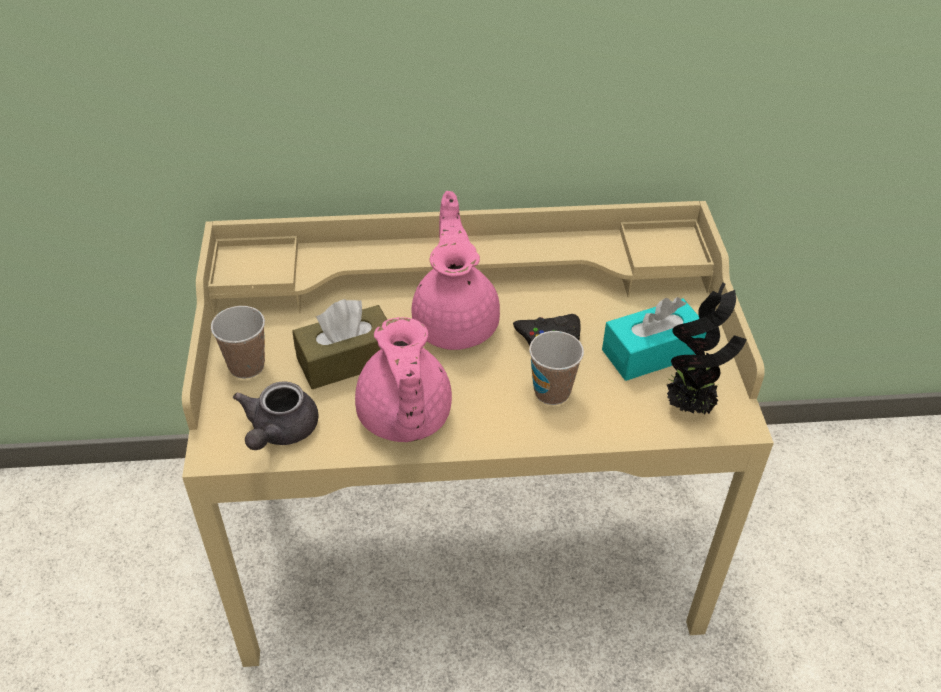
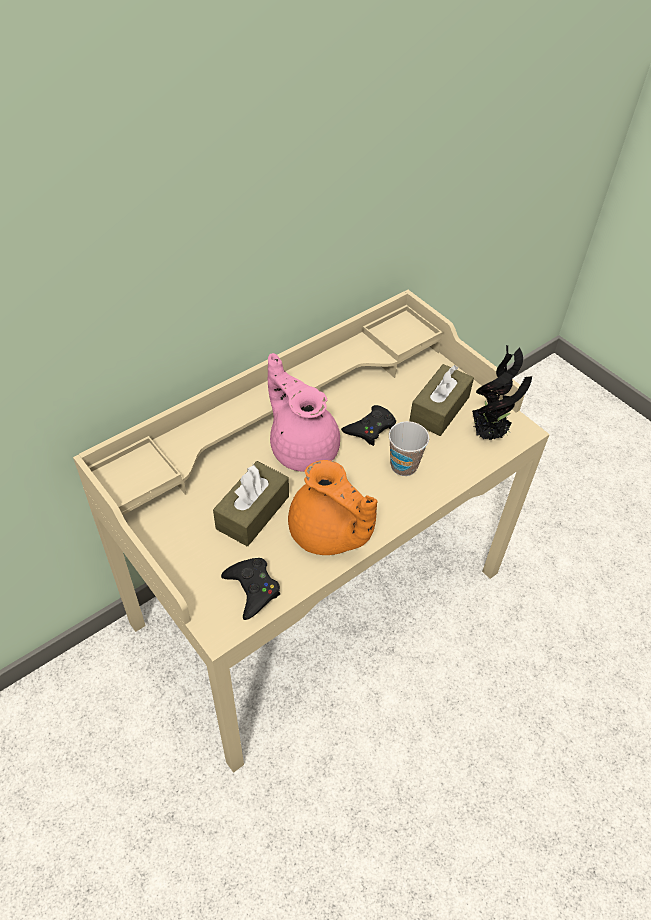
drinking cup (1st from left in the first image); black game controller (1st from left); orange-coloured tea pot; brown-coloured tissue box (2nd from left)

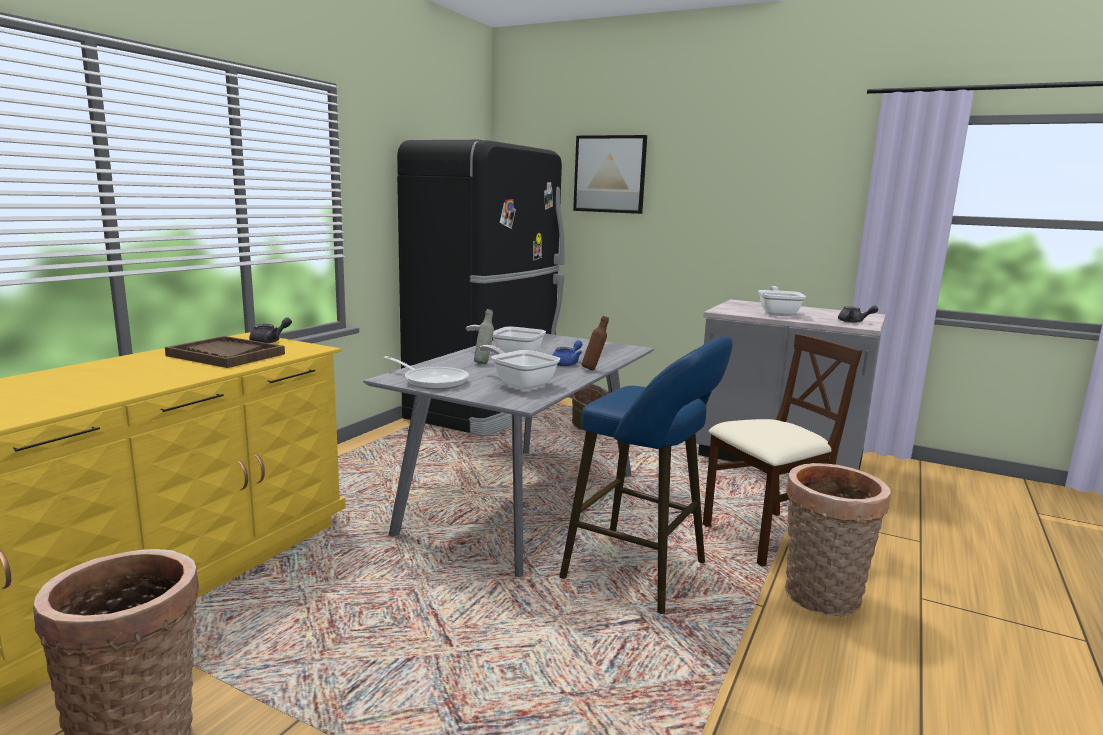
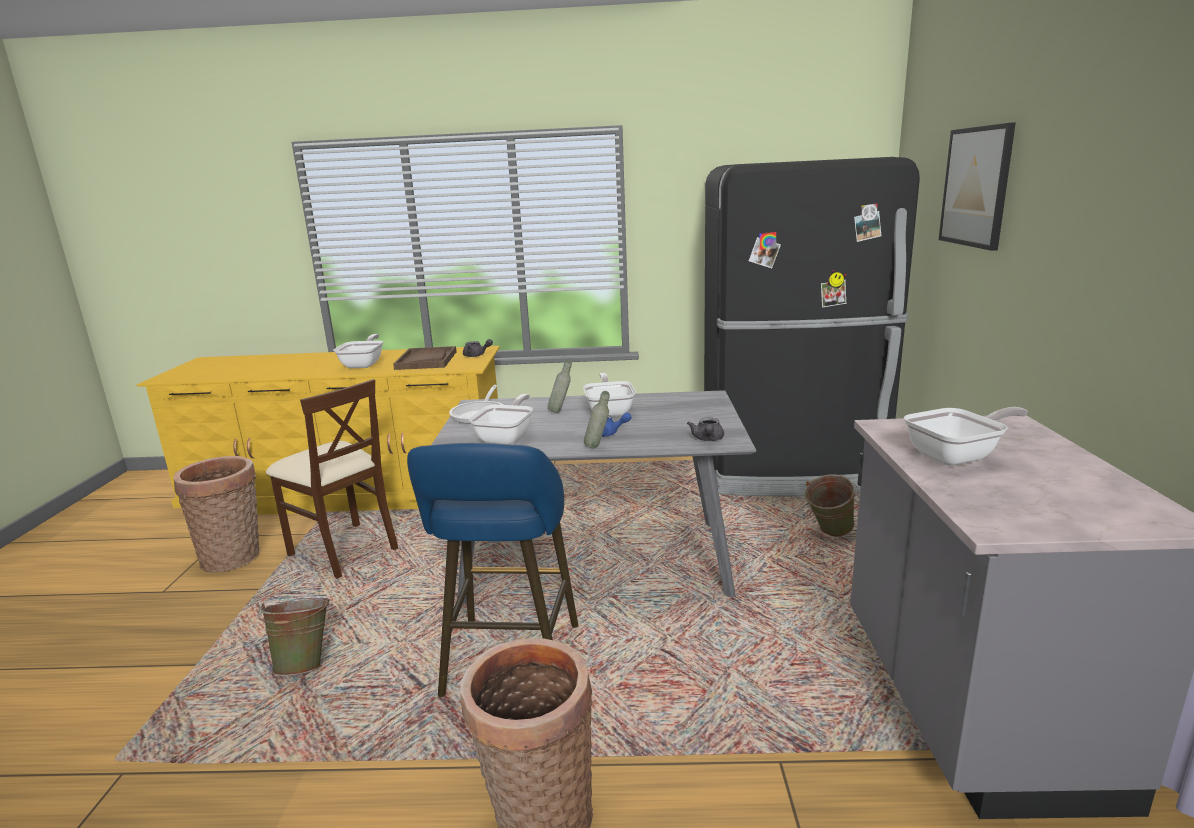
green-coloured bucket (1st from left); pan (1st from left); sand-coloured plain chair; greyish tea pot (2nd from left); greyish drink bottle (2nd from left)

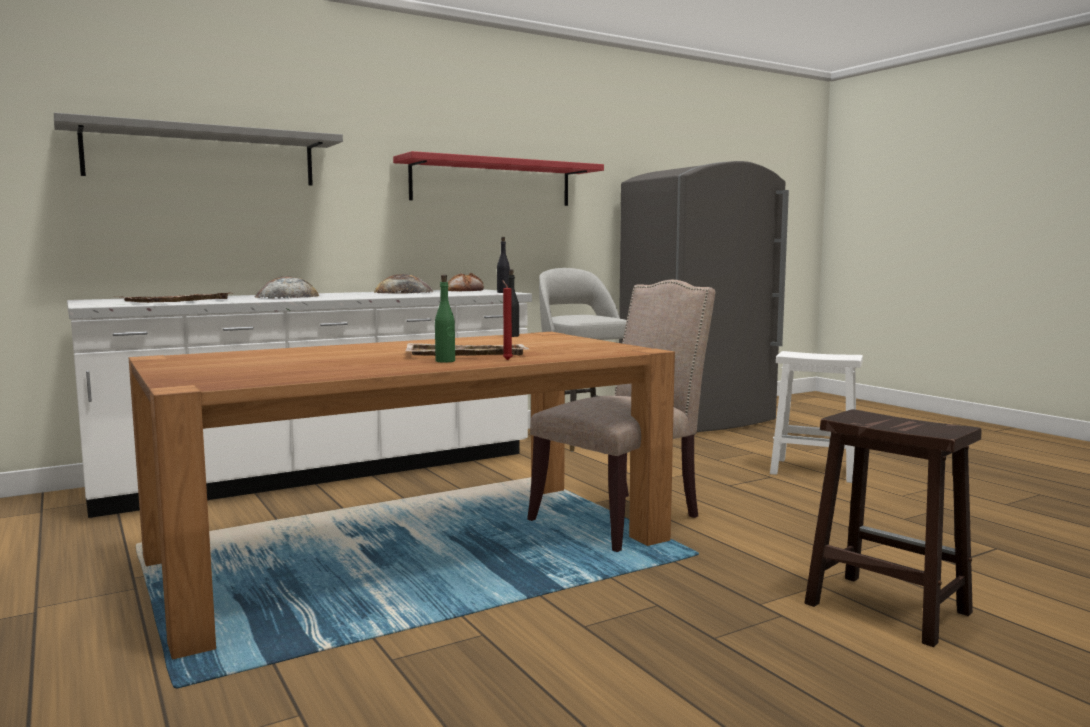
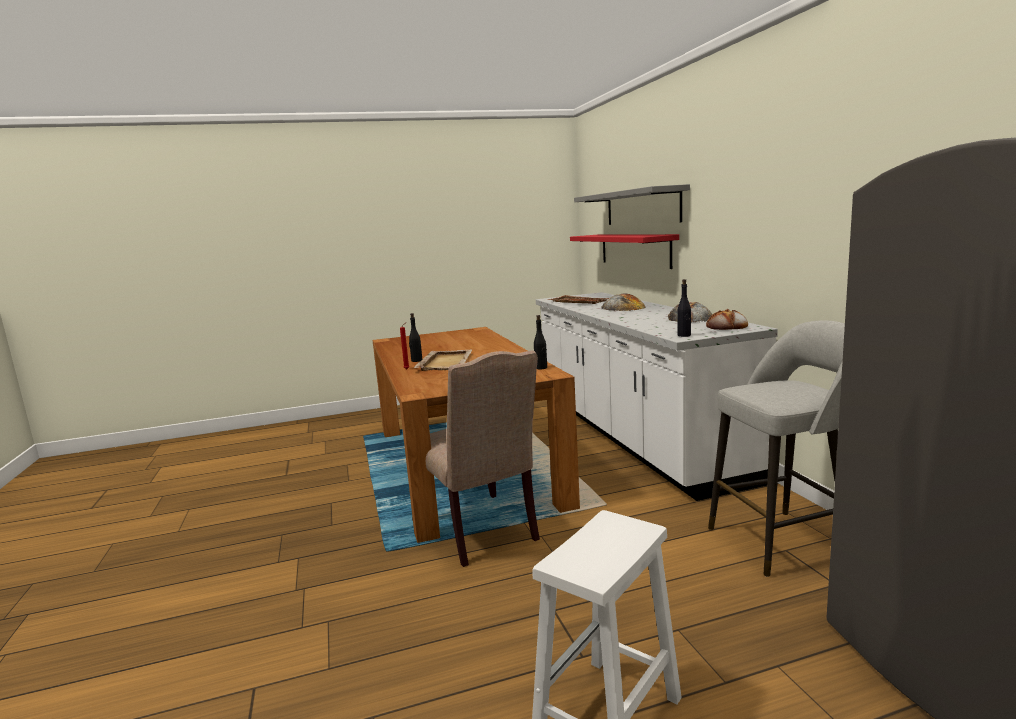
brown-coloured stool seat; red shelf; black drink bottle (1st from left)

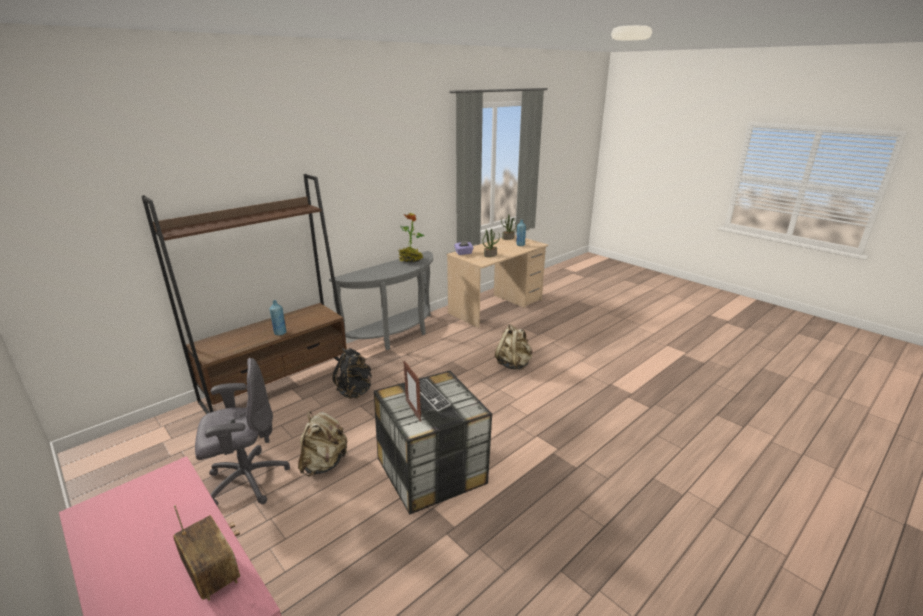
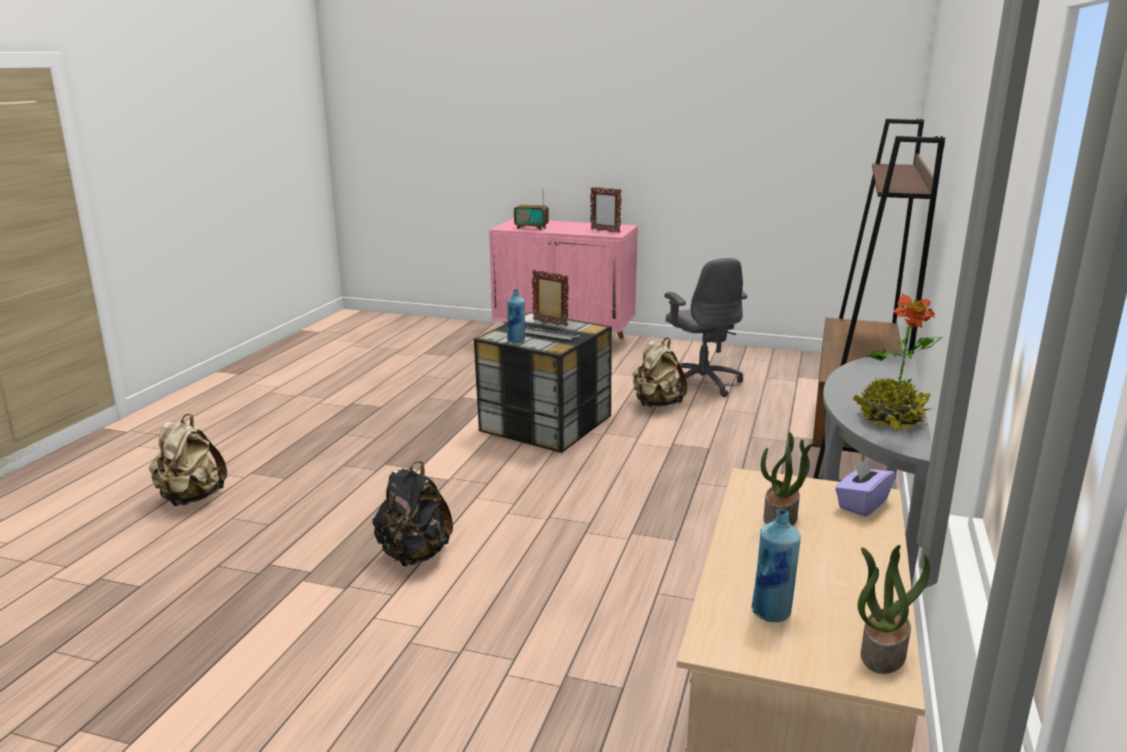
picture frame (2nd from left); bluish drink bottle (1st from left); black backpack; sand-coloured backpack (1st from left); greyish desk chair

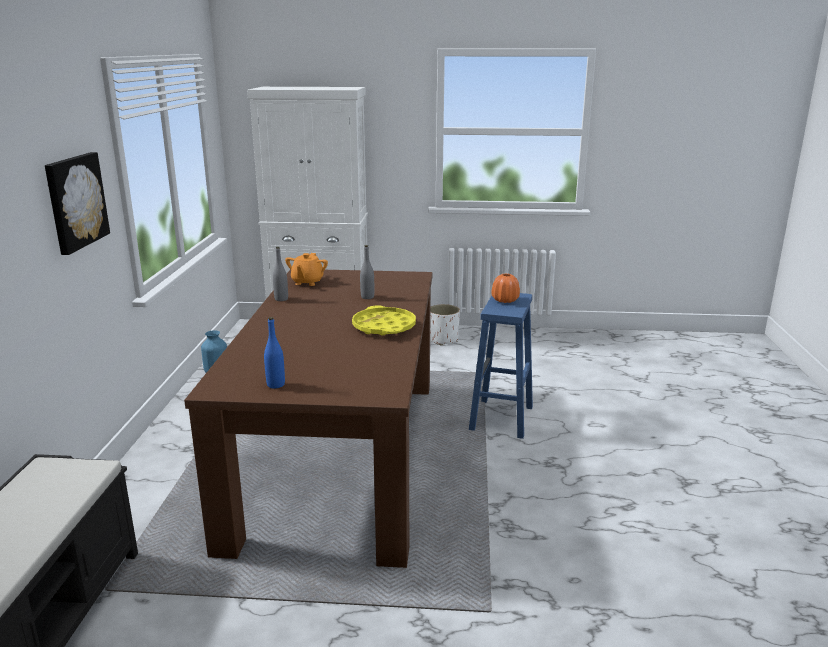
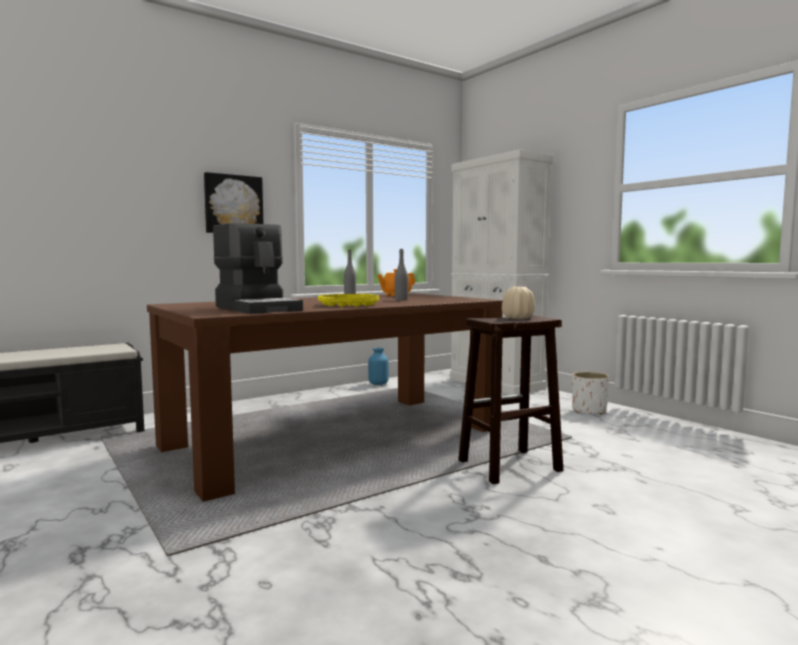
bluish drink bottle; coffee maker; brown-coloured stool seat; sand-coloured flower vase

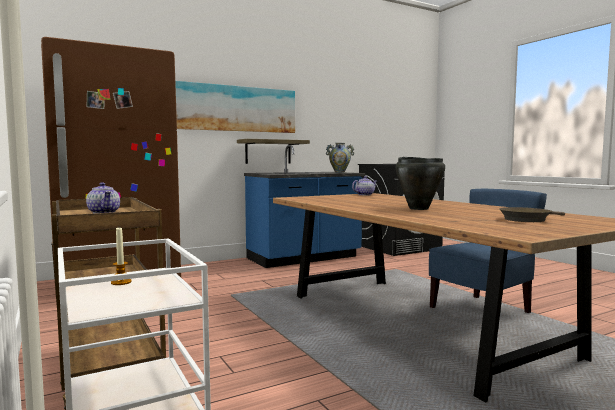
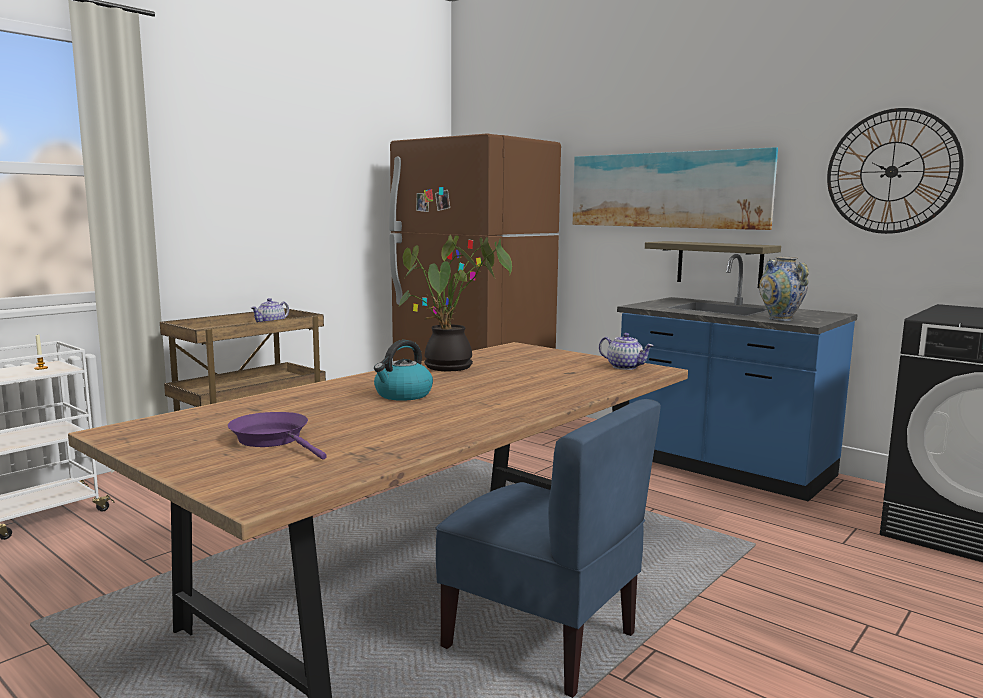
houseplant; wall clock; kettle; purple-coloured pan

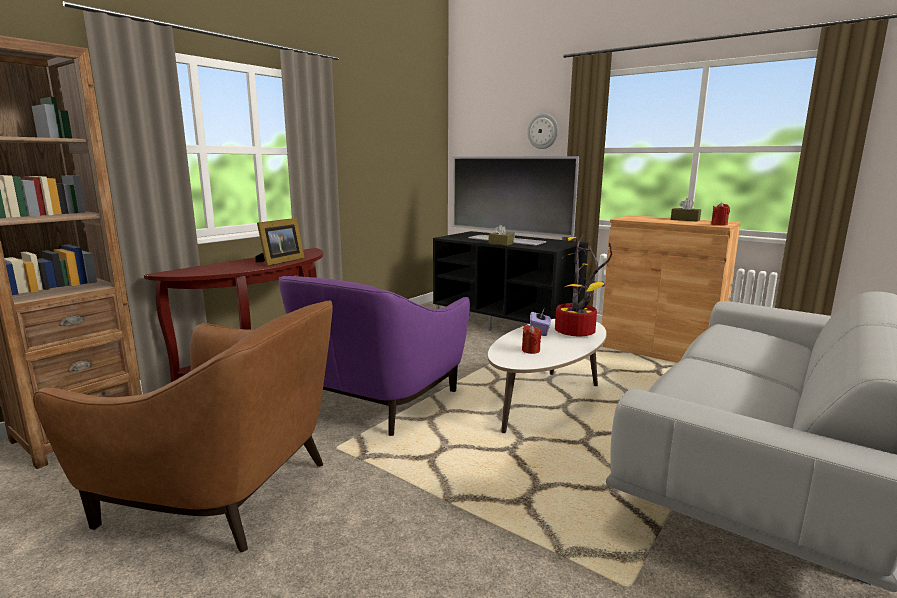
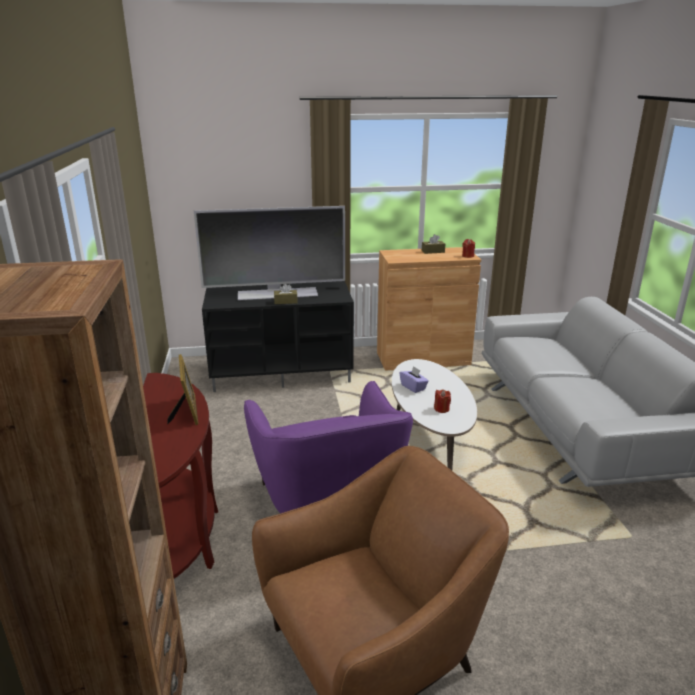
wall clock; houseplant

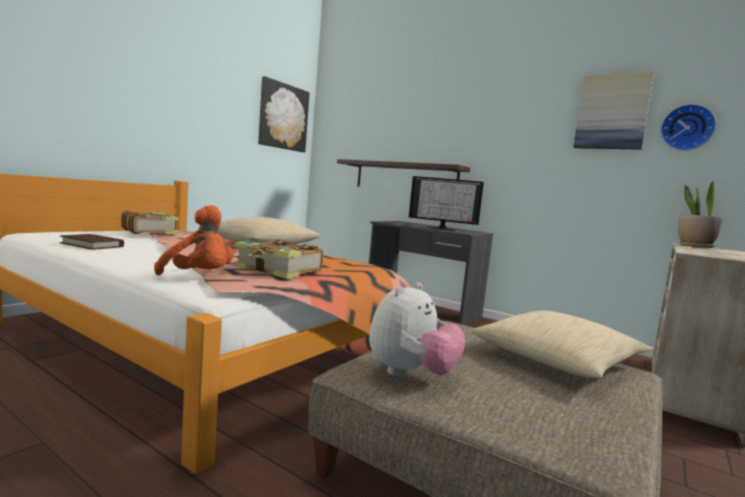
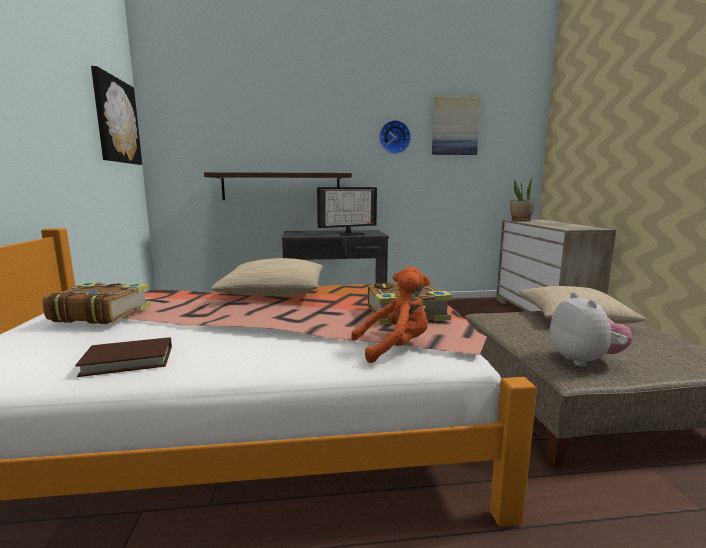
wall clock

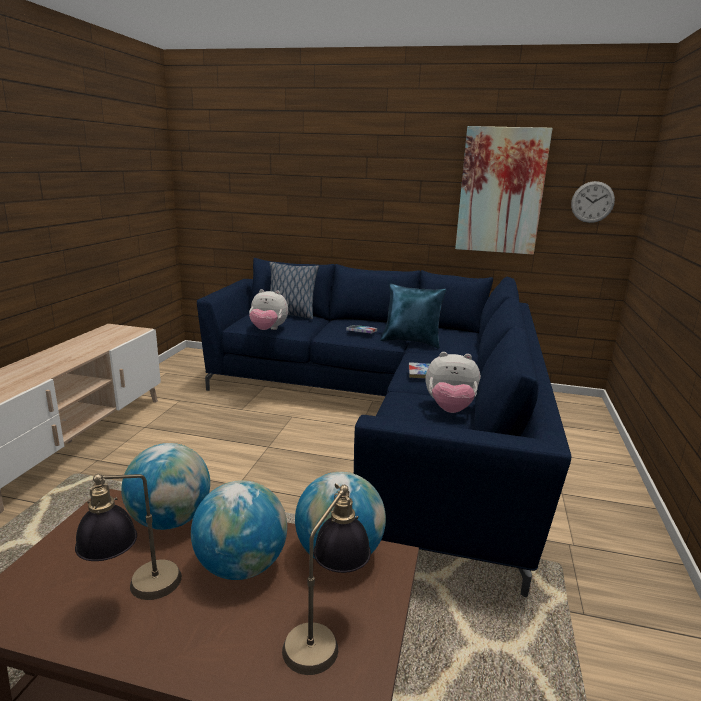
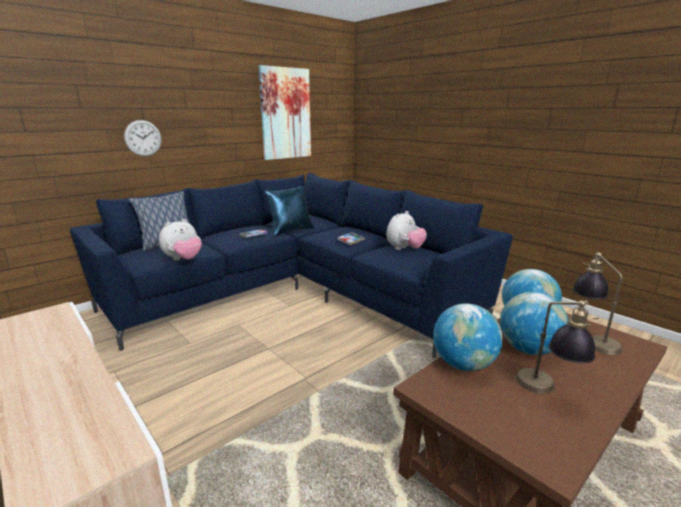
wall clock

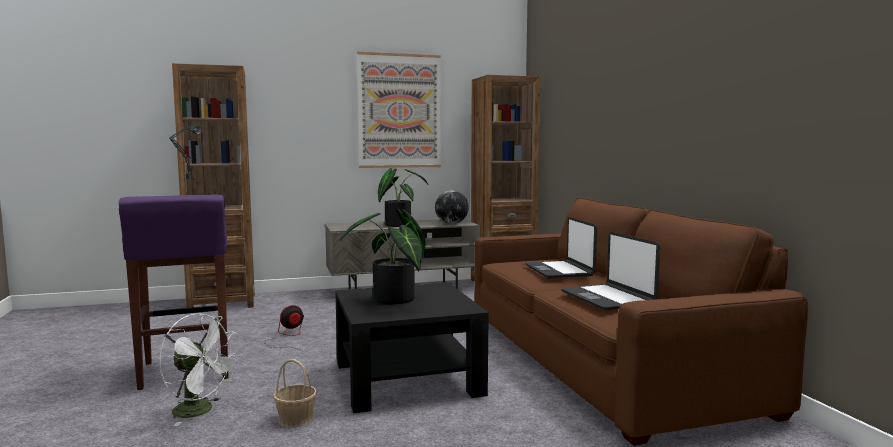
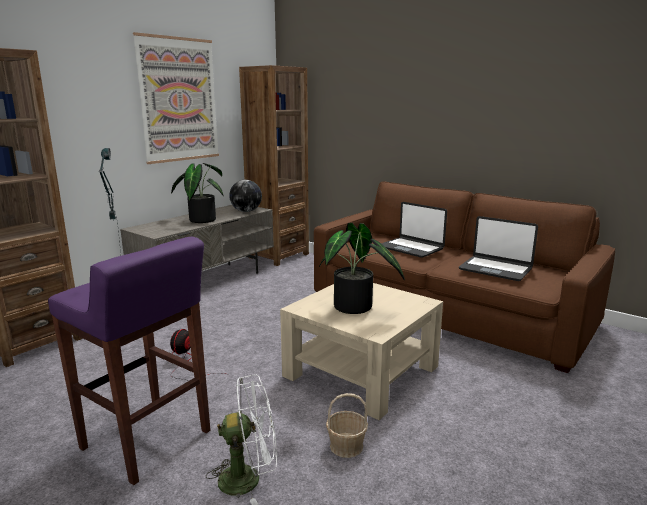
sand-coloured lounge table

